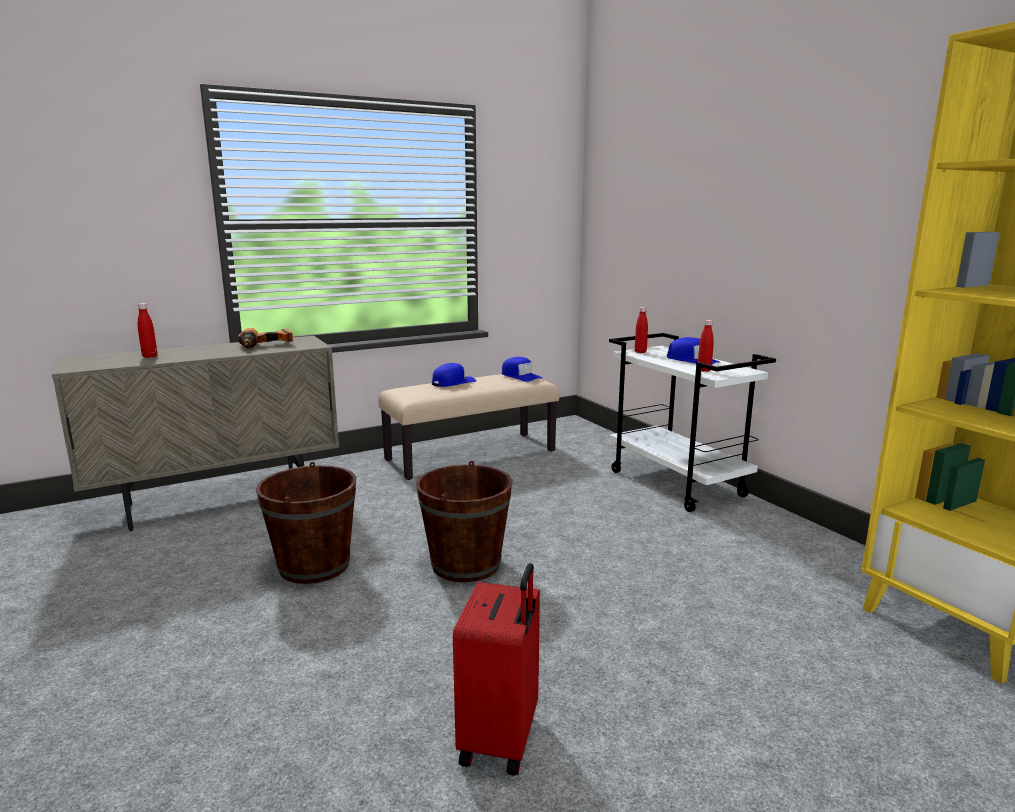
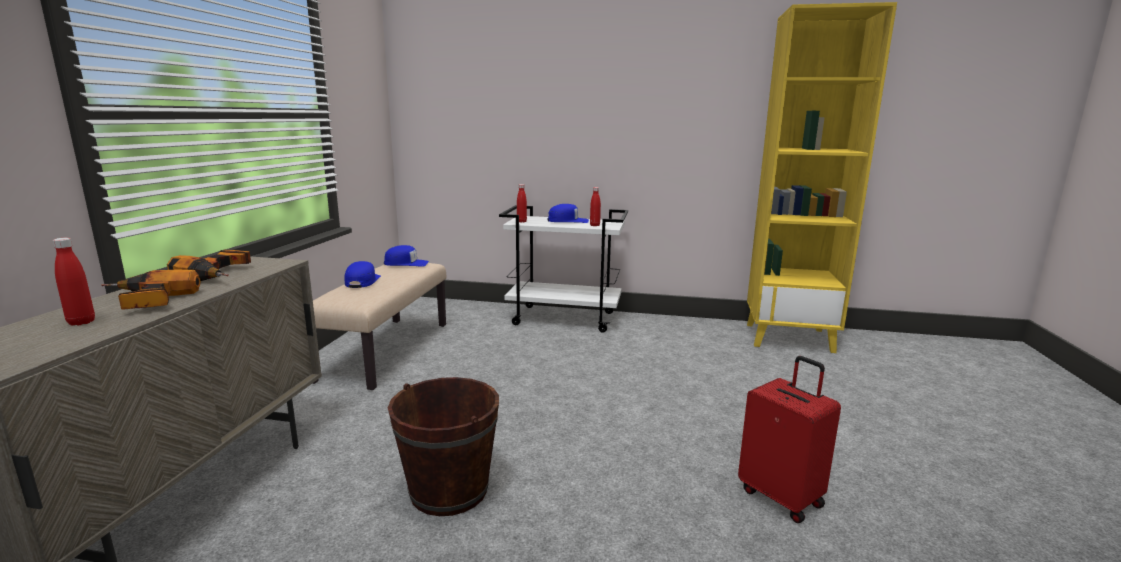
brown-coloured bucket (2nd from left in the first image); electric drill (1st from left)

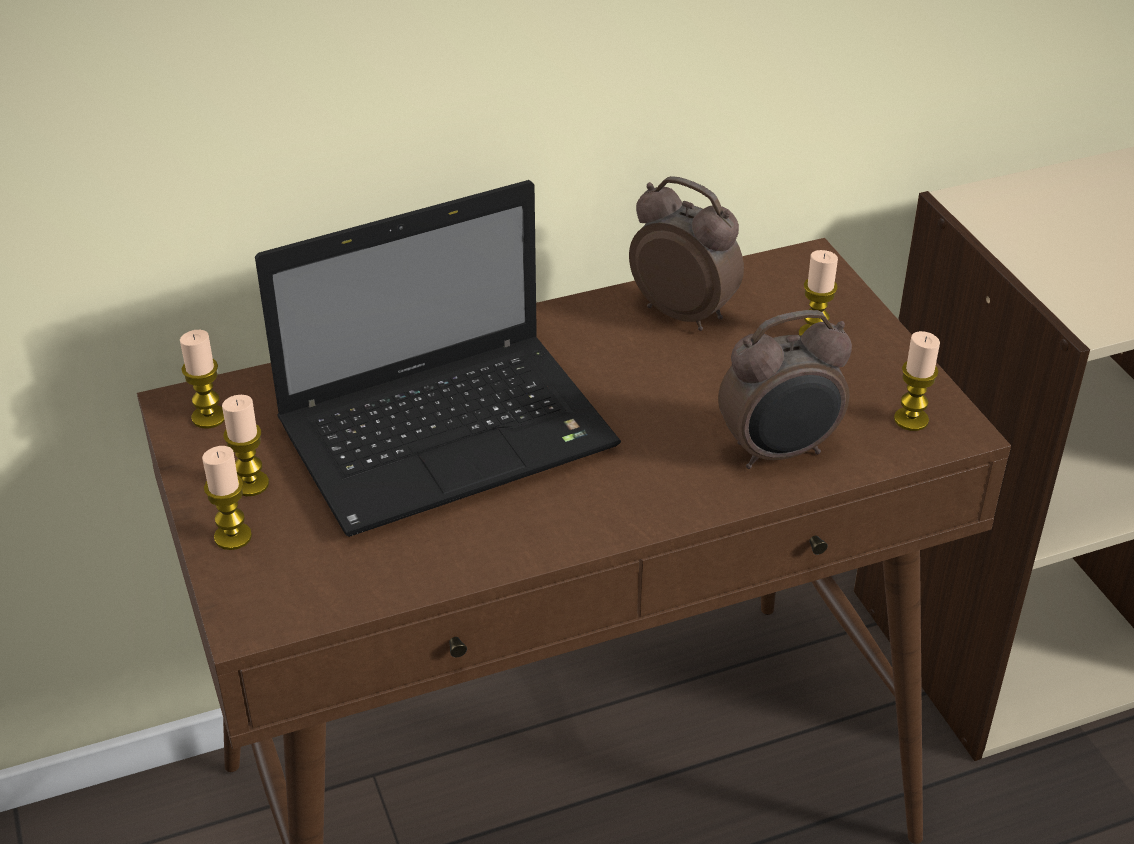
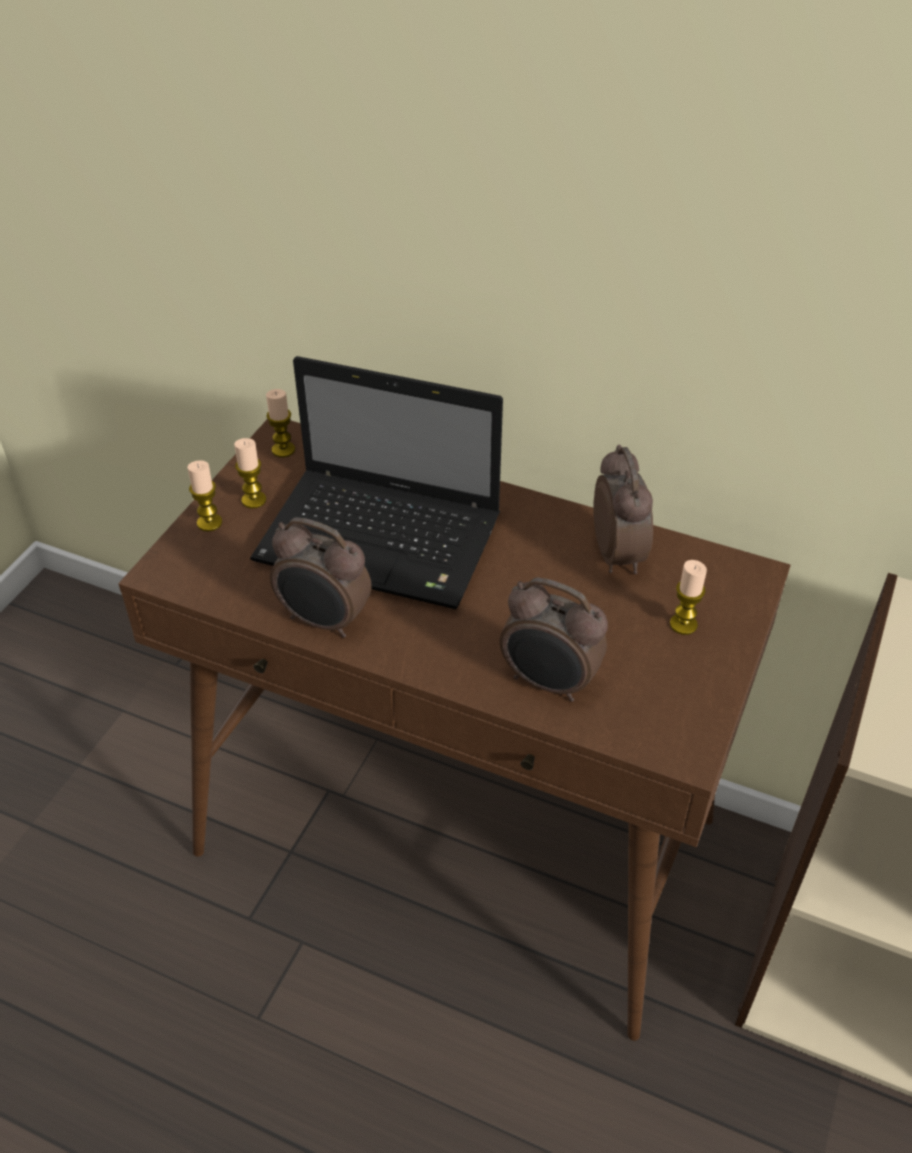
wax candle (5th from left in the first image); alarm clock (1st from left)

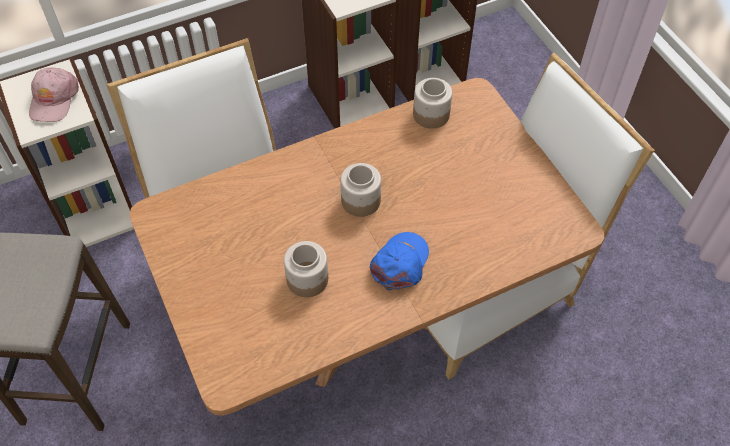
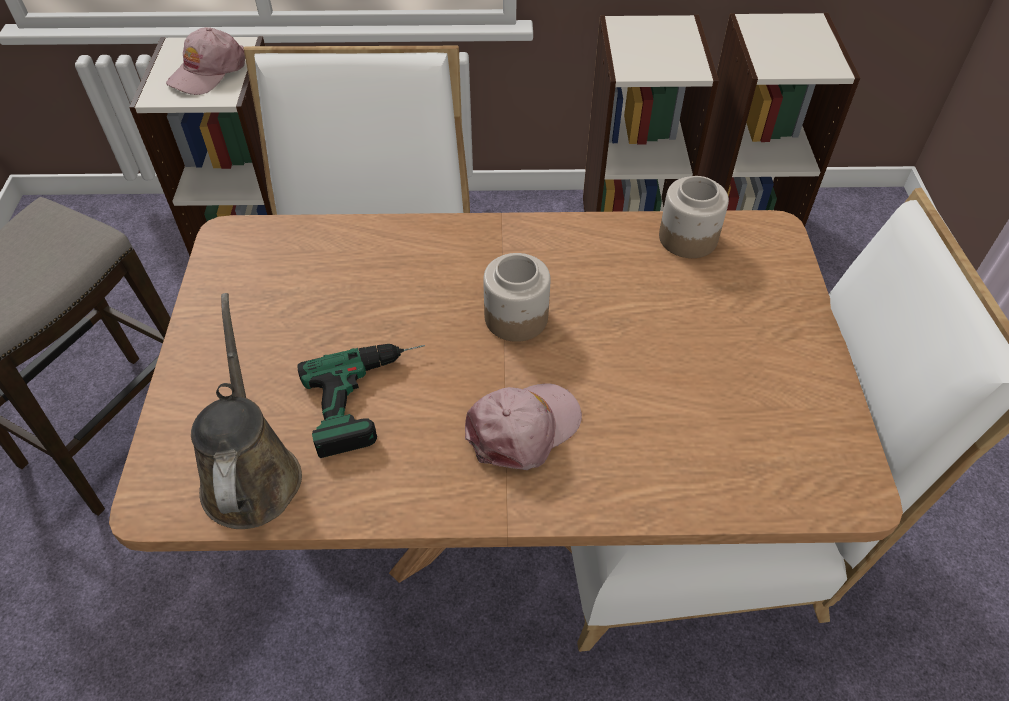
brown-coloured watering pot; electric drill; pink-coloured peaked cap (2nd from left)

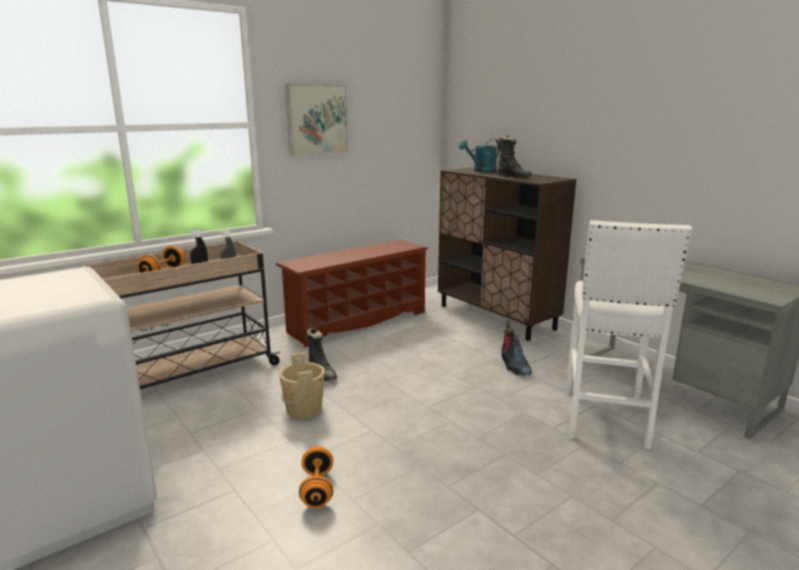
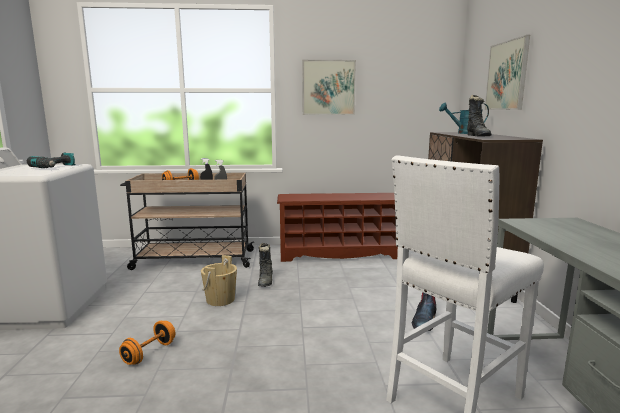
electric drill; wall art (2nd from left)

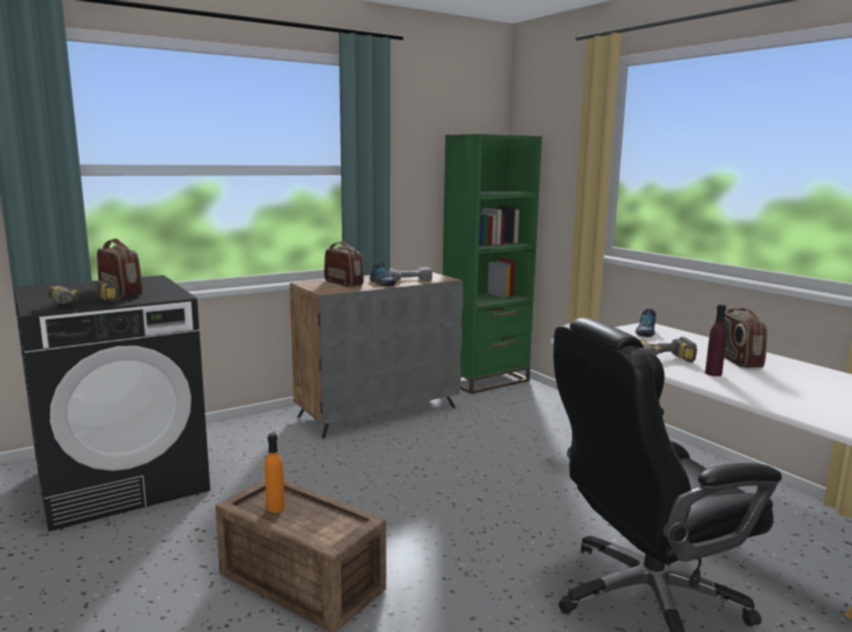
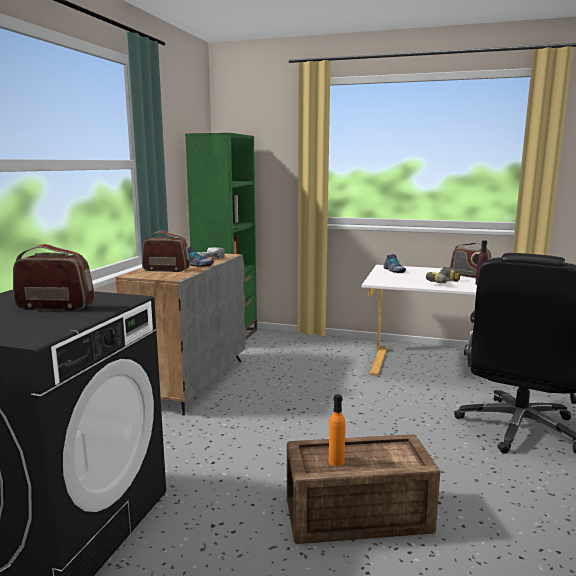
electric drill (1st from left in the first image)

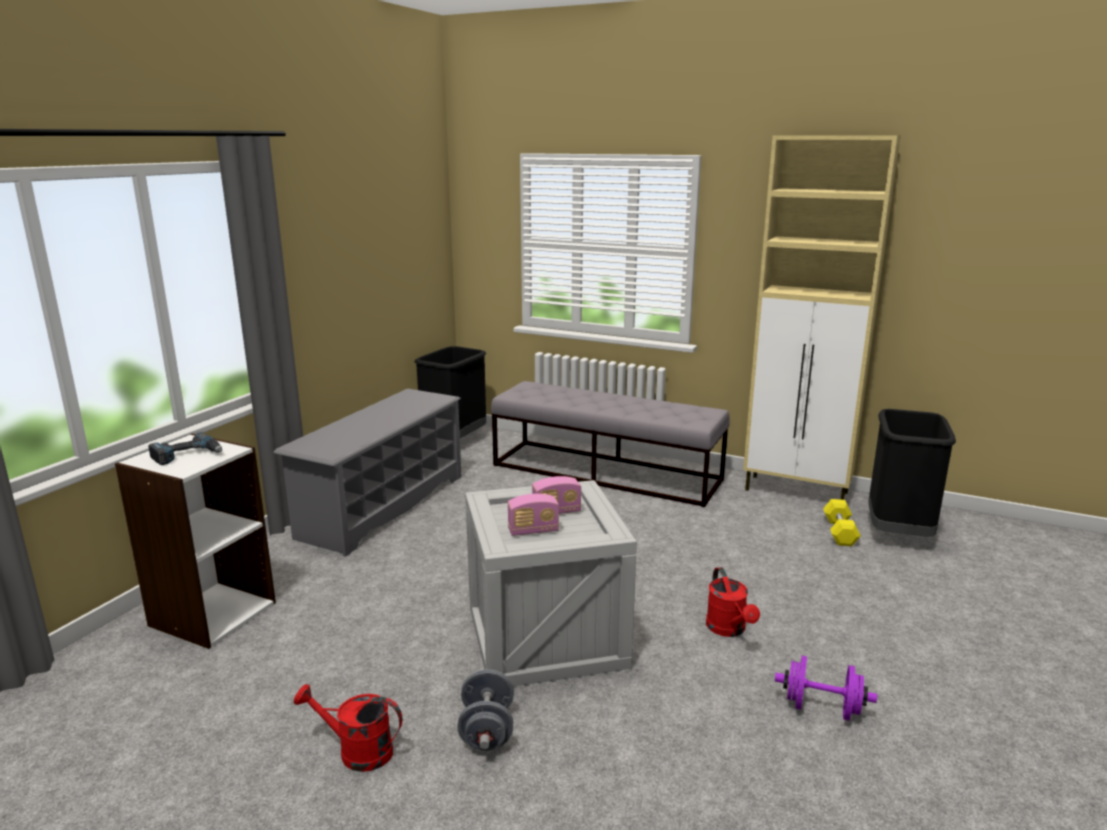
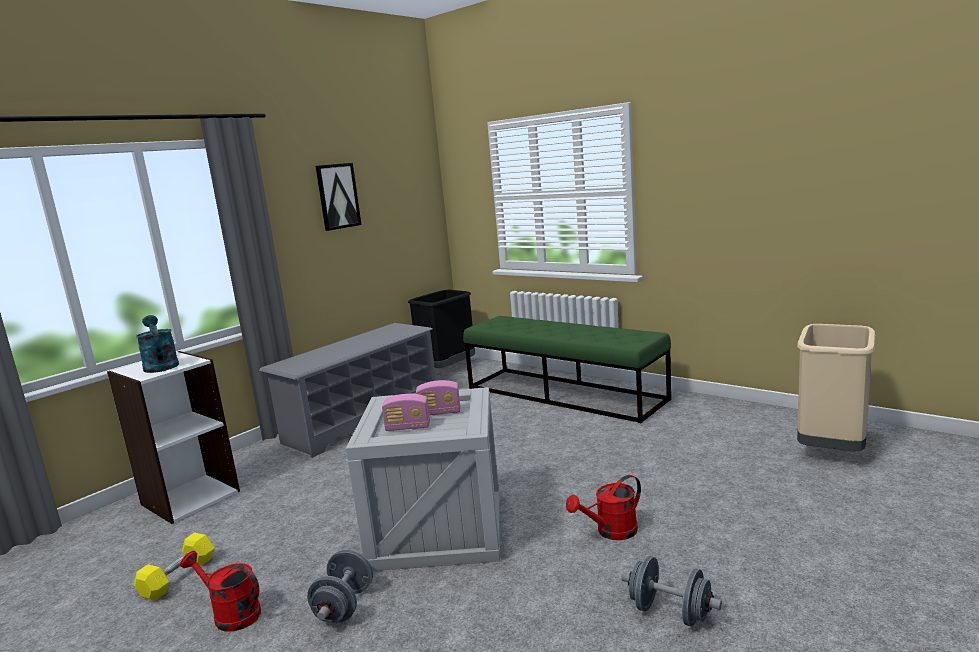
sand-coloured cabinet; wall art; yellow-coloured hand weight; blue-green watering pot; green-coloured long seat; greyish hand weight (2nd from left); sand-coloured rubbish bin; red watering pot (2nd from left)

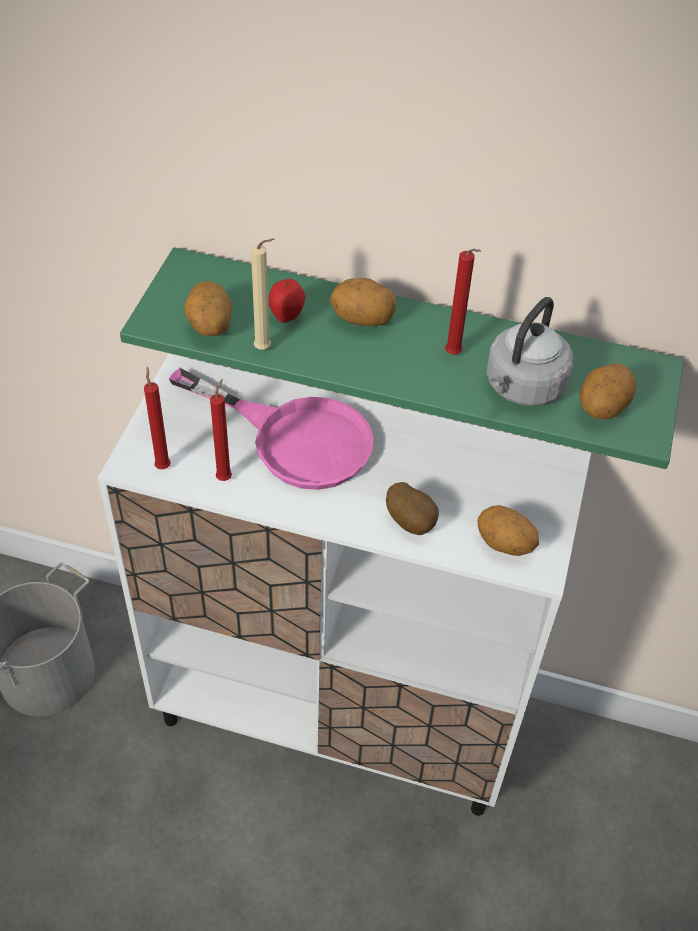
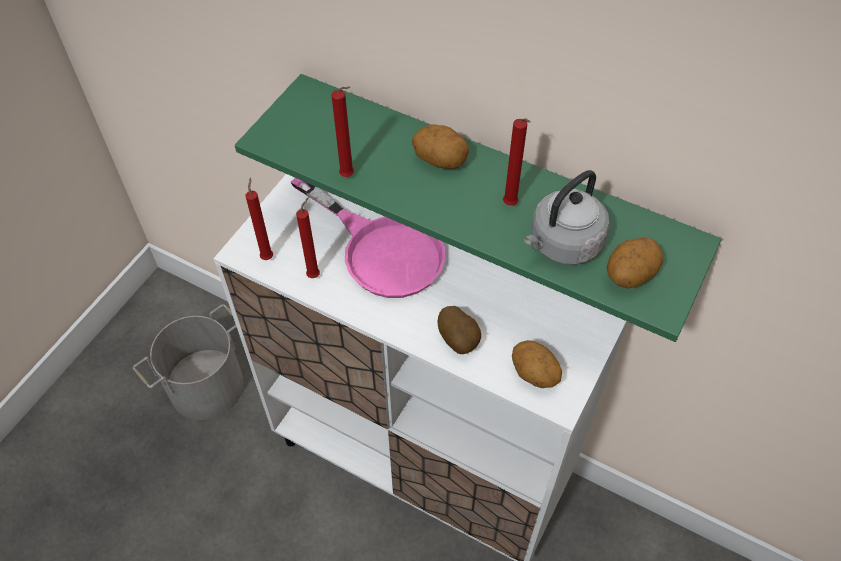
potato (1st from left in the first image); whole apple; red wax candle (3rd from left)

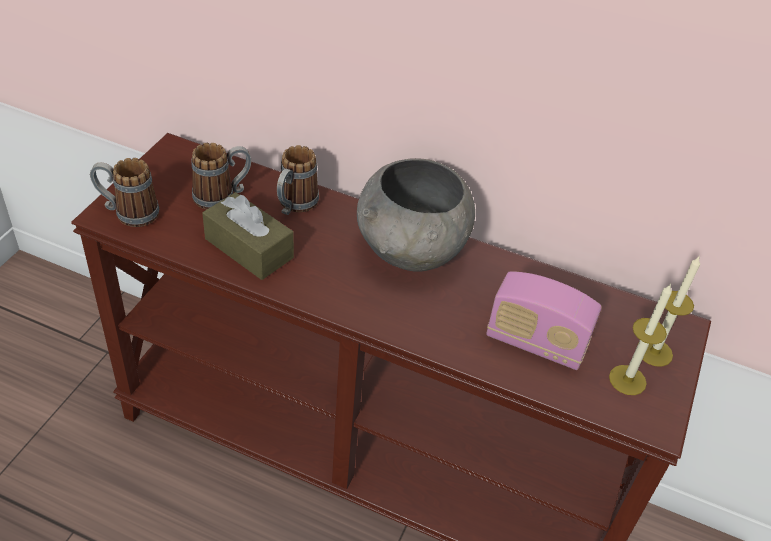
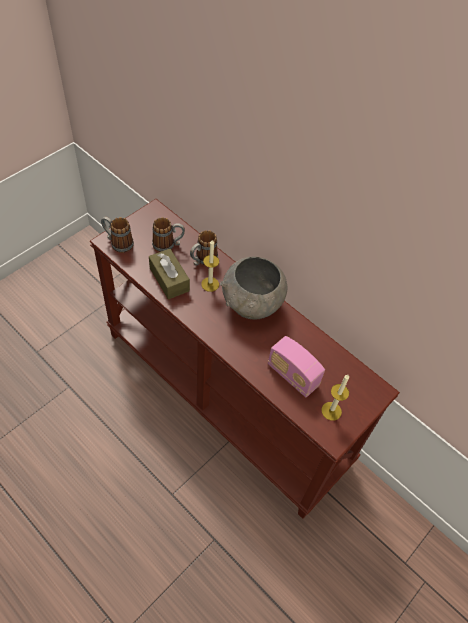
wax candle (1st from left)

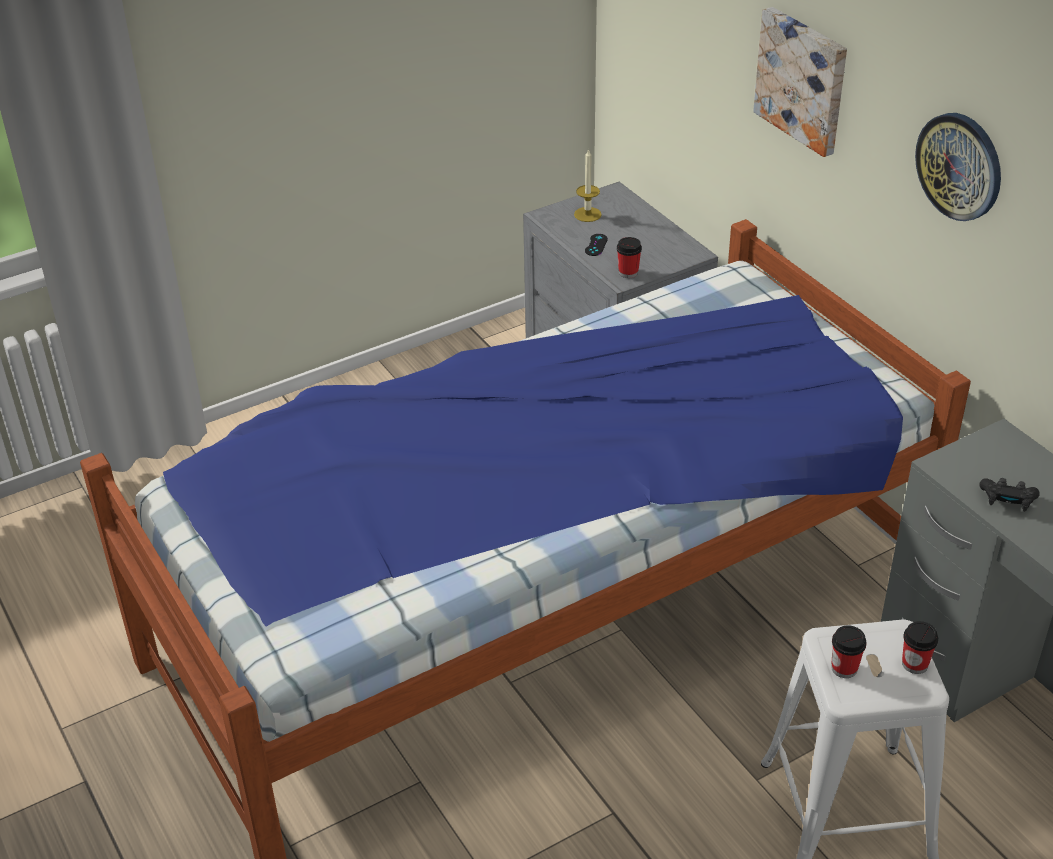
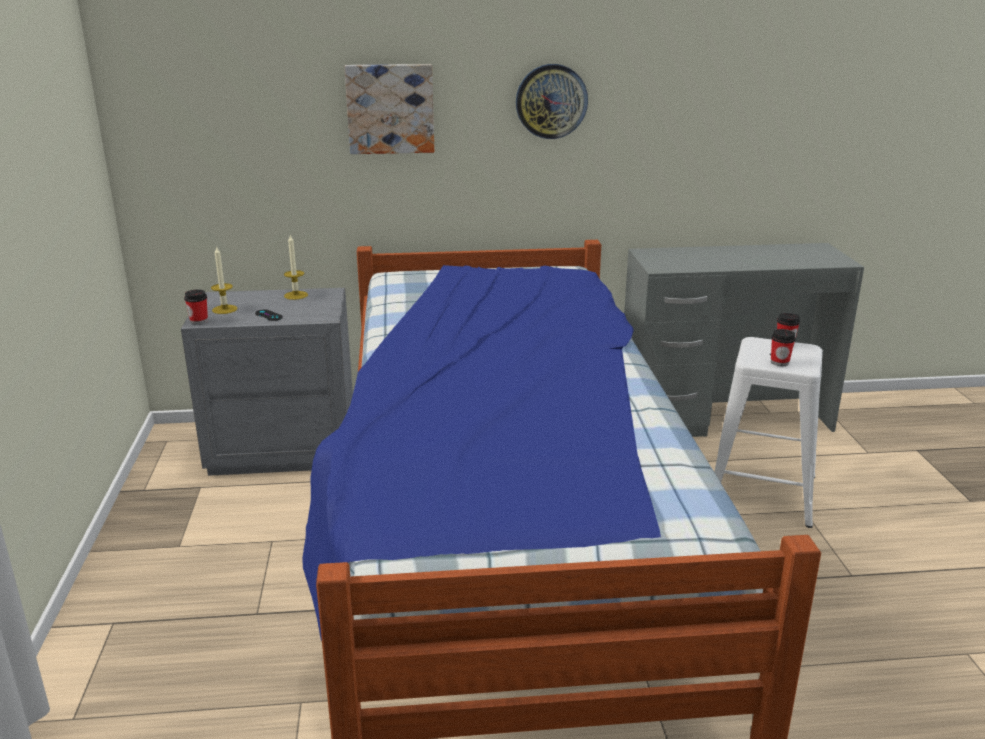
black game controller (2nd from left in the first image); wax candle (2nd from left); drinking cup (1st from left)

